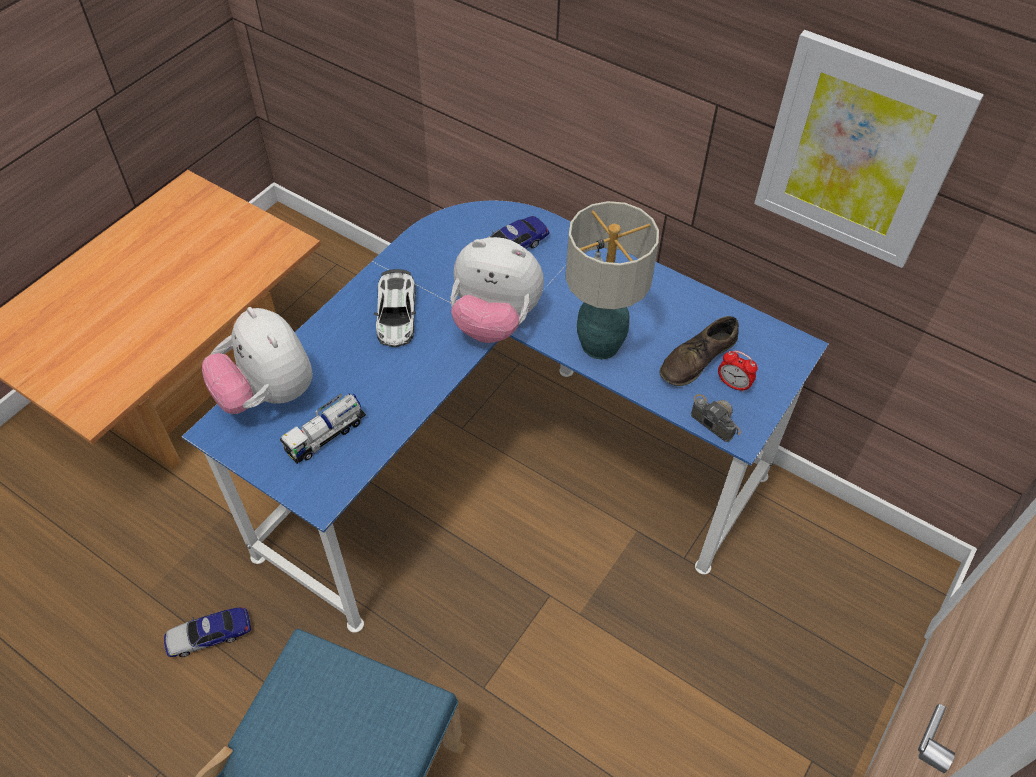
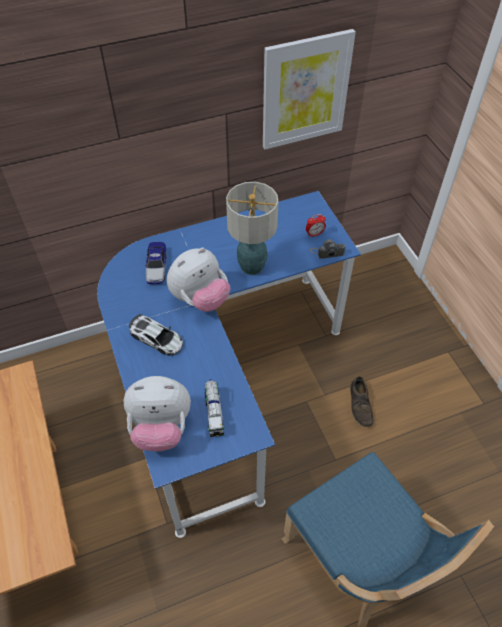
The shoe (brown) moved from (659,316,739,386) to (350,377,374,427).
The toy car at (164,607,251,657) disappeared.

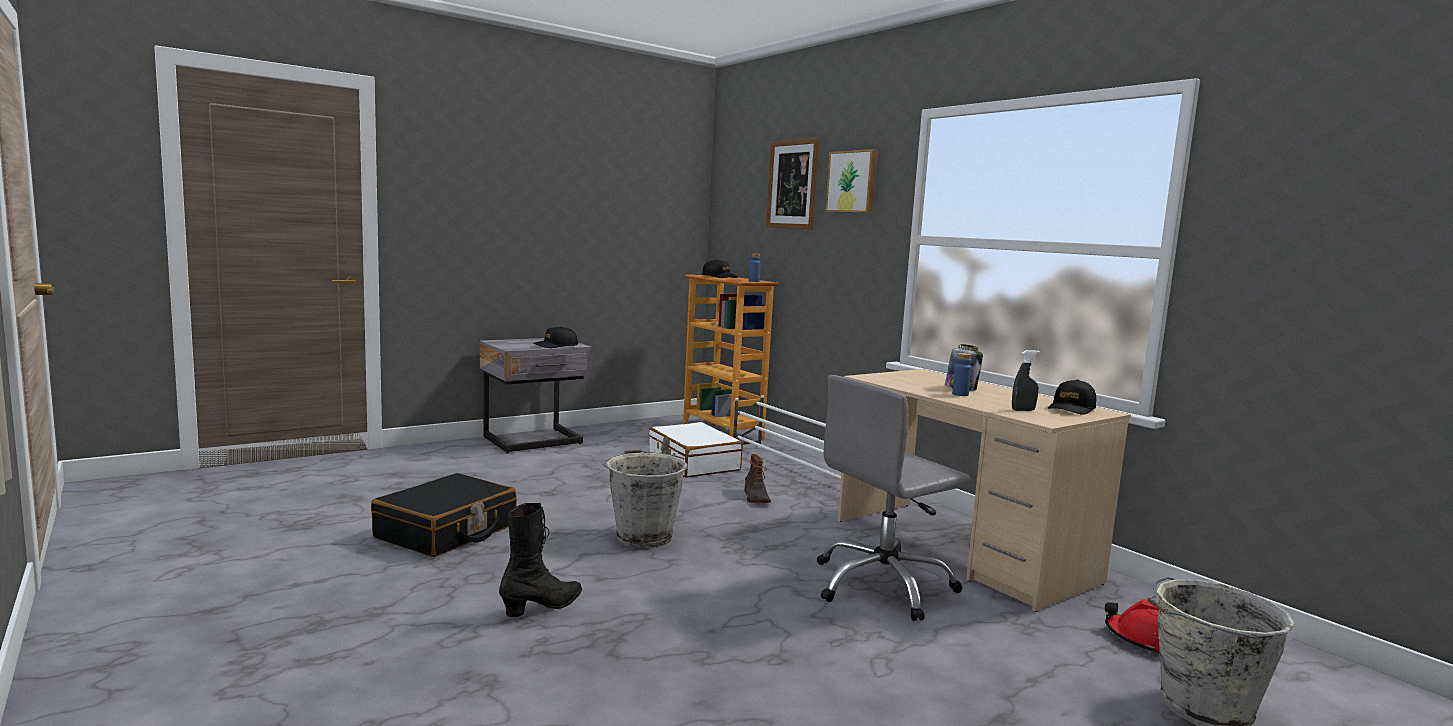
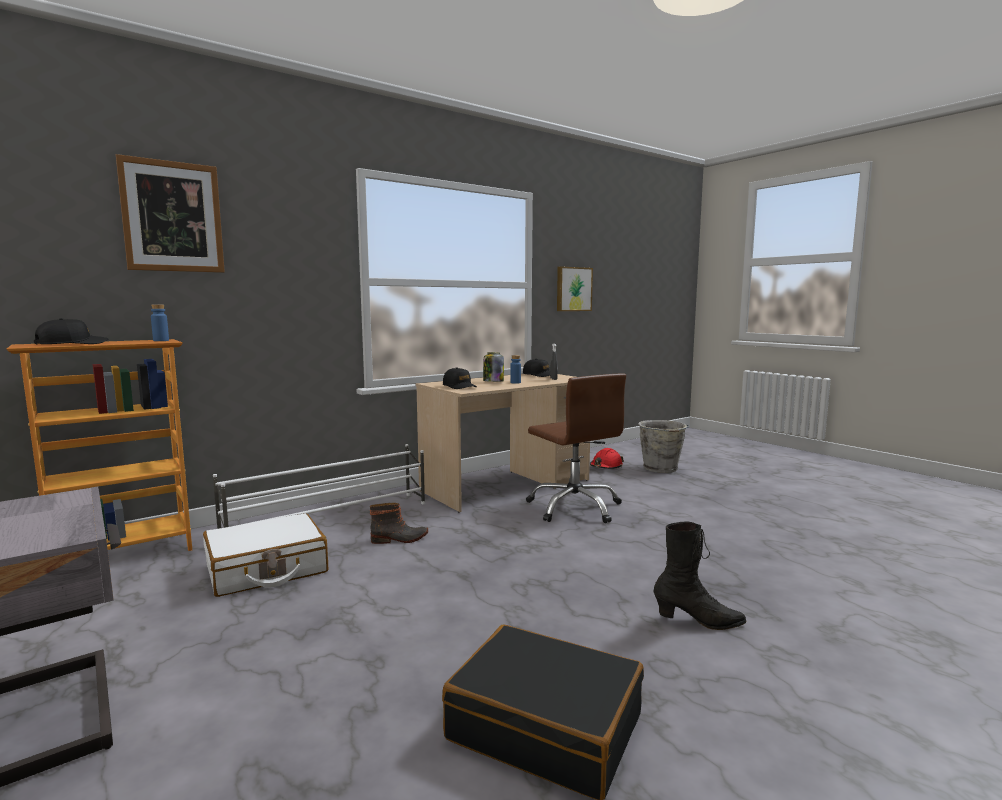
The cap (black) moved from (533,327,578,348) to (443,367,477,389).
The office chair (grey) at (817,375,971,621) became the office chair (brown) at (526,374,626,523).
The picture moved from (825,149,878,213) to (557,266,593,311).
The boot (black) at (499,503,582,617) turned 150 degrees clockwise.
The bucket (grey) at (602,449,687,548) disappeared.

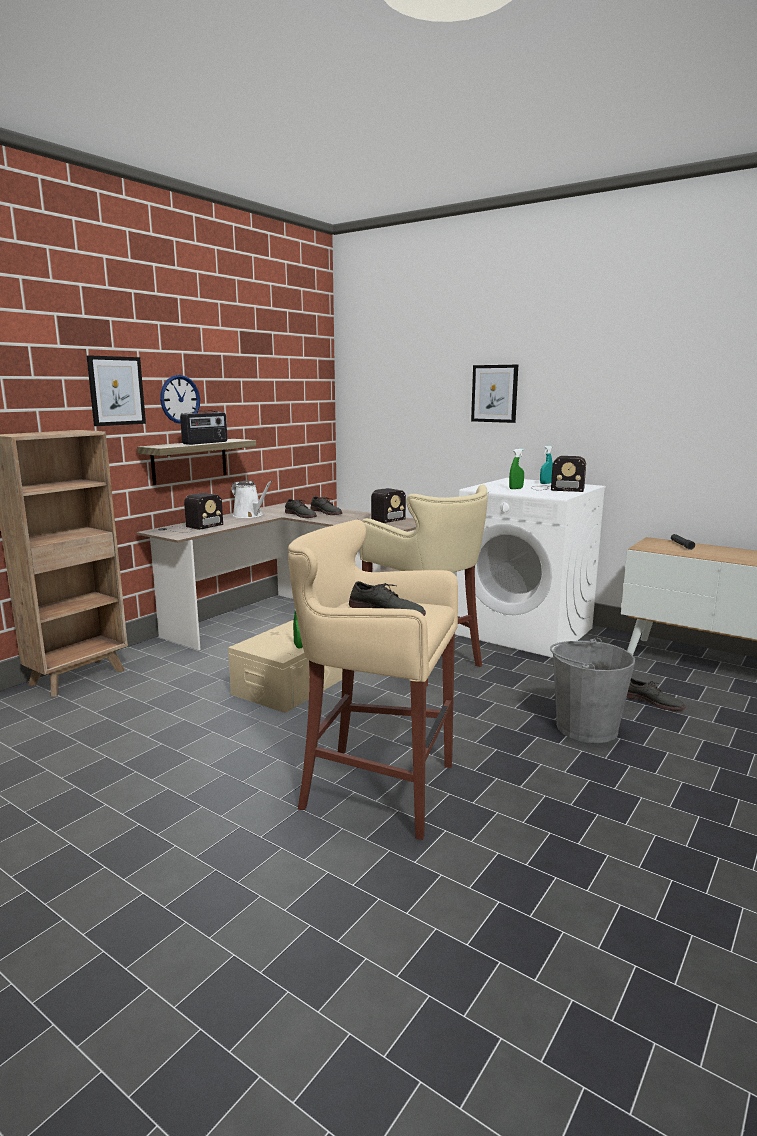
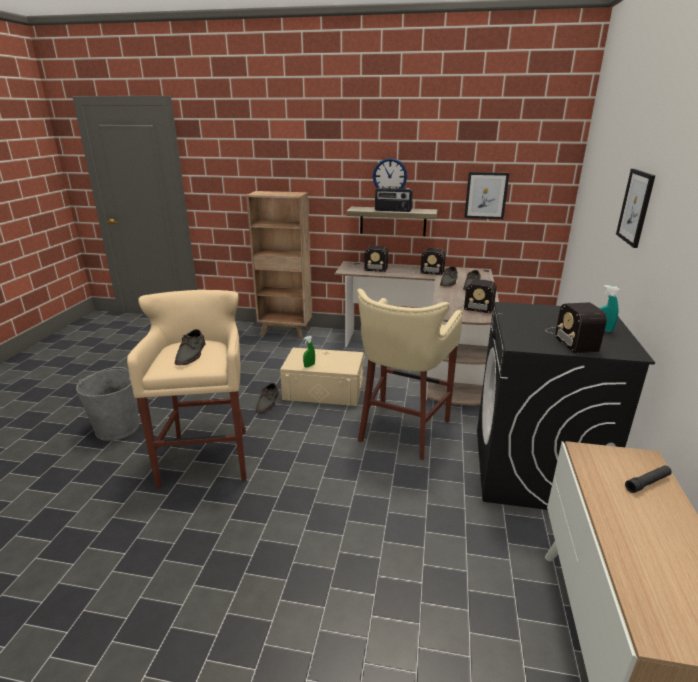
The bucket (grey) moved from (550,637,635,743) to (76,367,139,441).
The shoe (grey) moved from (626,678,686,711) to (256,383,279,413).
The watering can (white) at (231,481,272,518) was replaced by the radio at (408,248,446,275).
The picture moved from (87,355,146,426) to (464,172,509,219).
The washing machine (white) at (455,478,606,658) became the washing machine (black) at (477,302,655,510).
The spray bottle (green) at (509,448,524,489) disappeared.

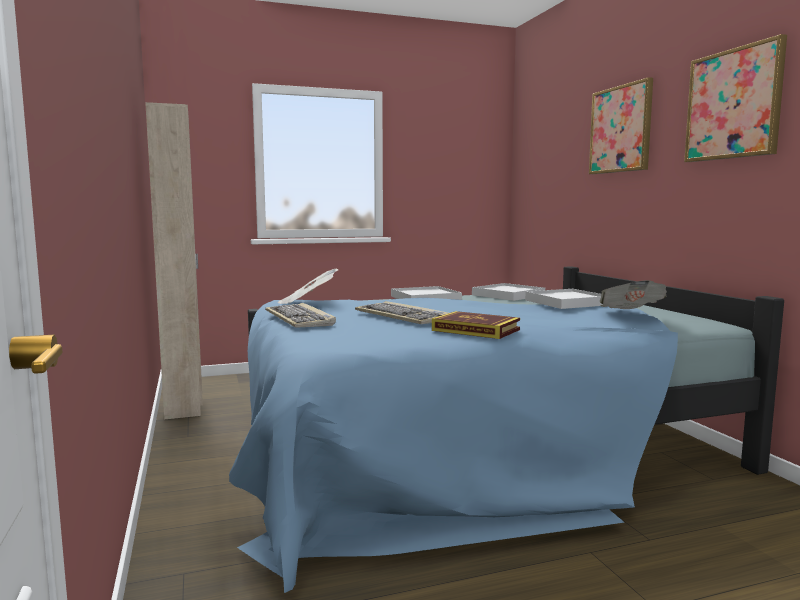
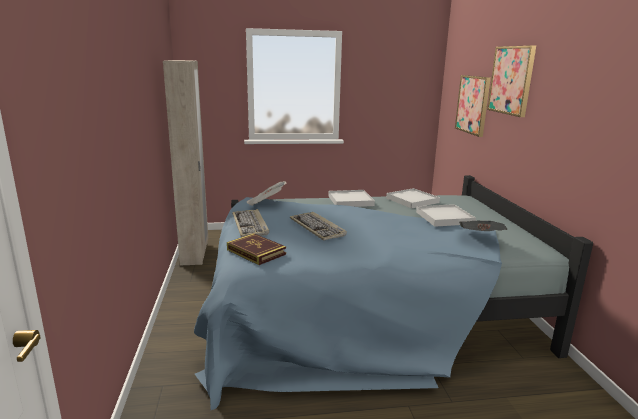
The book moved from (432,311,520,339) to (227,233,286,265).
The picture moved from (684,34,787,162) to (455,75,491,137).

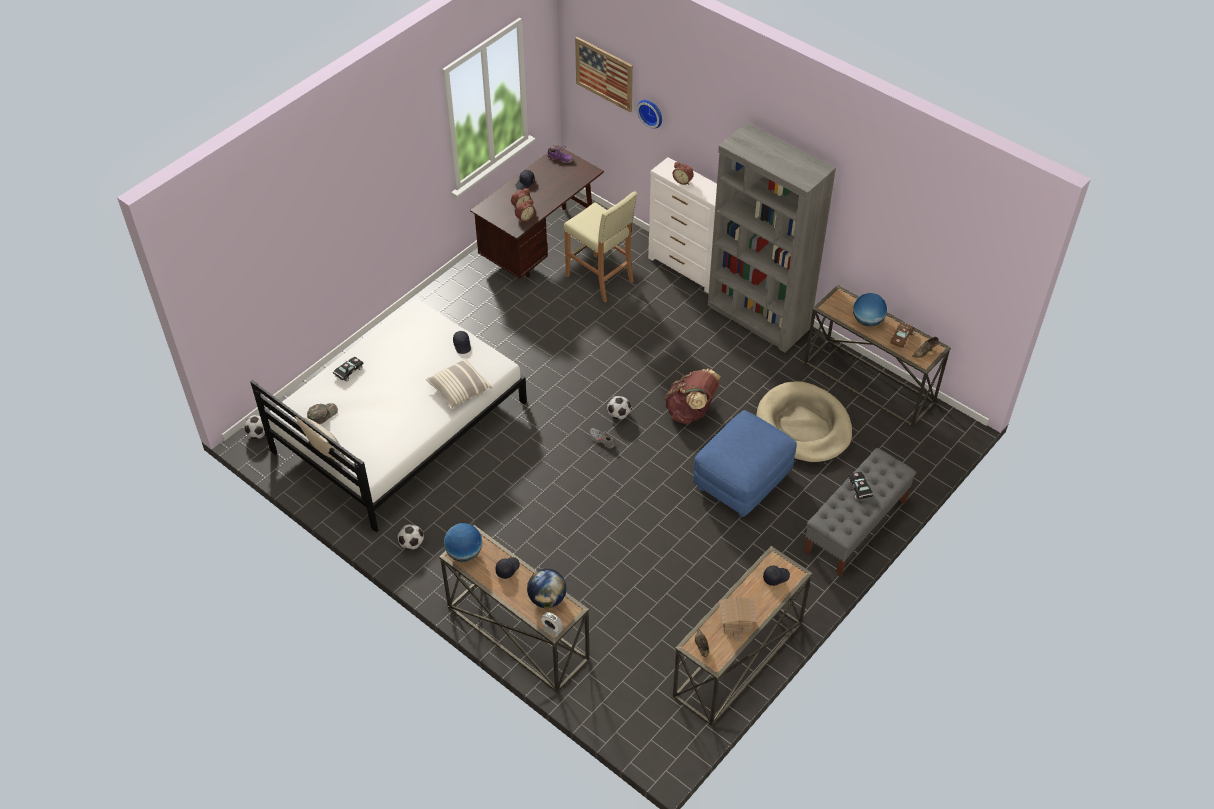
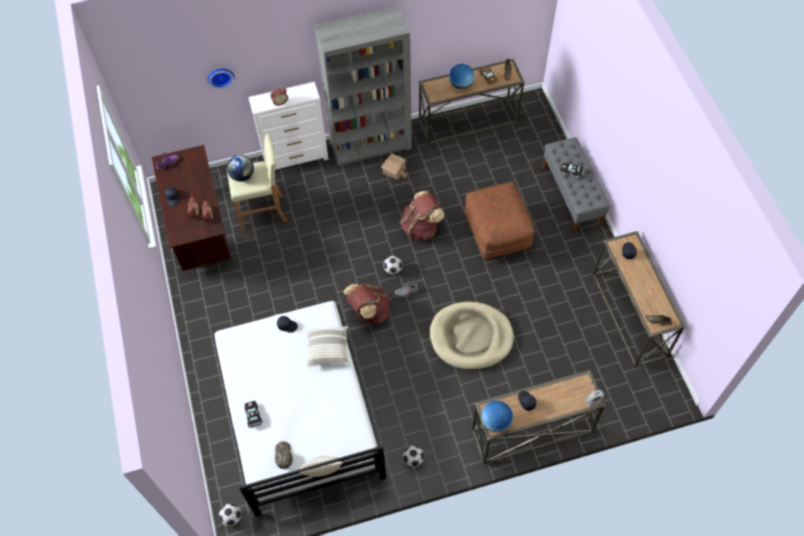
The globe moved from (527,569,566,608) to (227,155,254,182).
The backpack (brown) at (343,284,391,324) appeared.
The toy house moved from (719,597,756,641) to (381,153,408,180).
The dog bed (beige) moved from (757,381,852,463) to (430,302,514,370).
The ottoman (blue) at (693,410,797,517) became the ottoman (brown) at (465,182,534,260).
The picture at (575,37,633,112) disappeared.

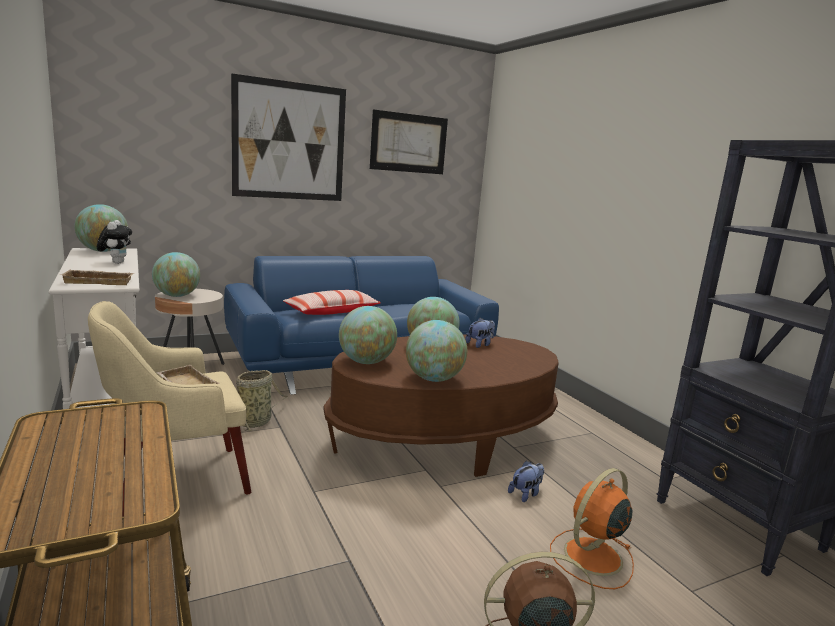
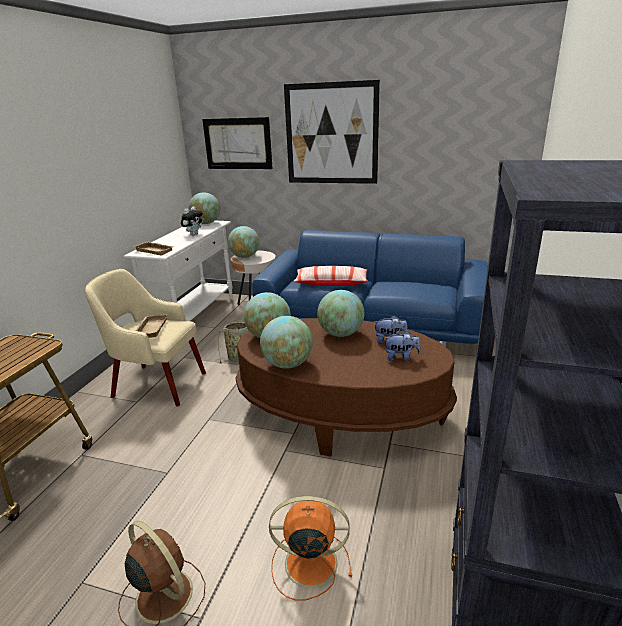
The picture moved from (370,109,448,174) to (202,117,273,169).
The plush toy moved from (508,461,544,502) to (384,331,421,361).

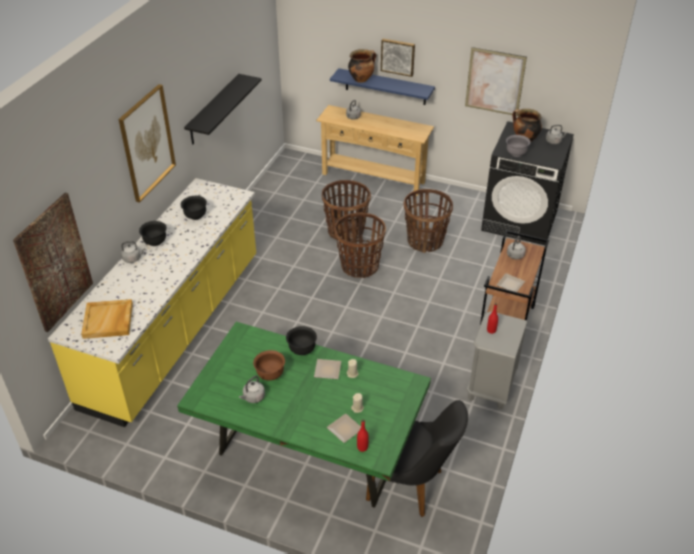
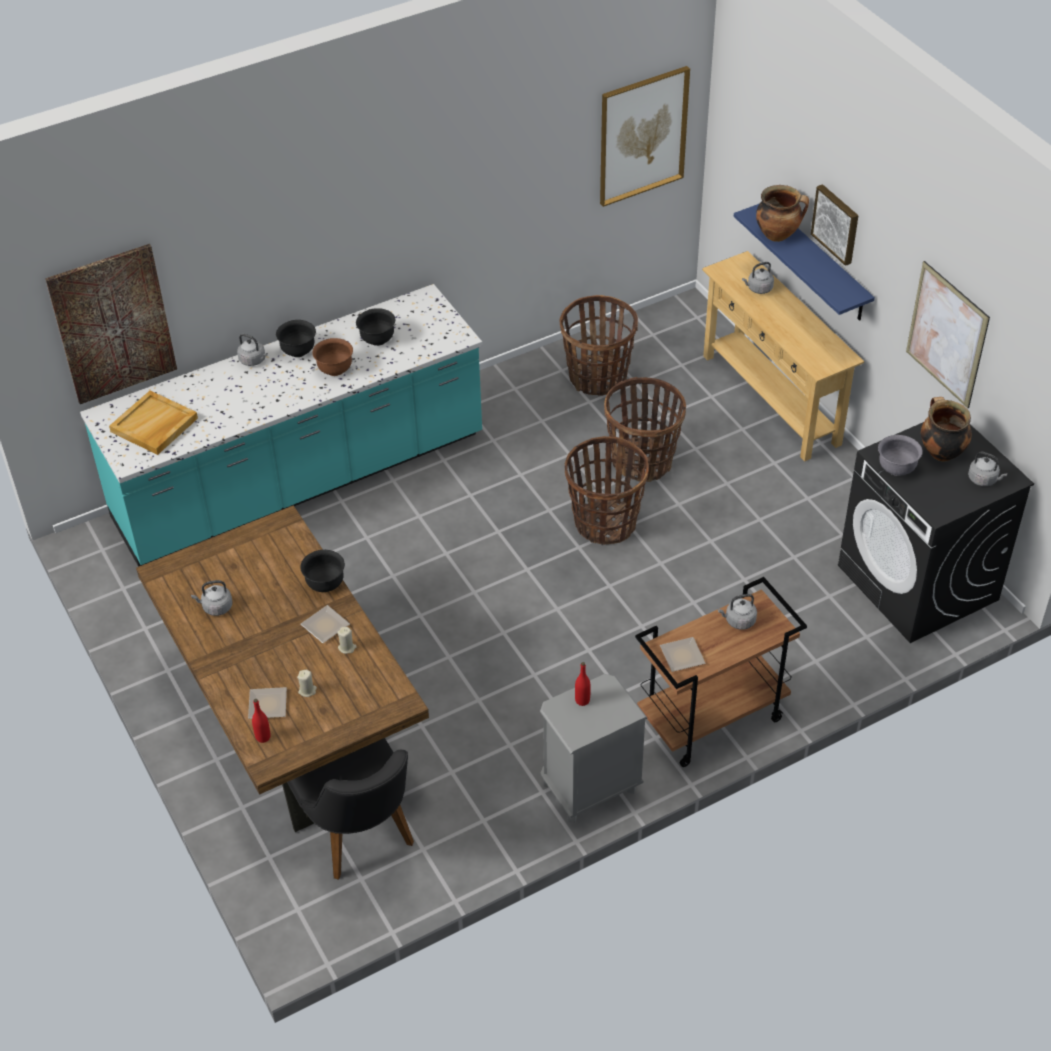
The counter (yellow) at (48,178,256,427) became the counter (turquoise) at (80,284,482,567).
The dining table (green) at (177,322,431,508) became the dining table (brown) at (136,505,429,832).
The bowl (brown) moved from (253,350,285,381) to (312,338,353,376).
The basket moved from (404,189,453,253) to (560,295,638,396).
The picture moved from (119,84,176,203) to (600,66,690,207).
The shelf (black) at (184,74,262,145) disappeared.

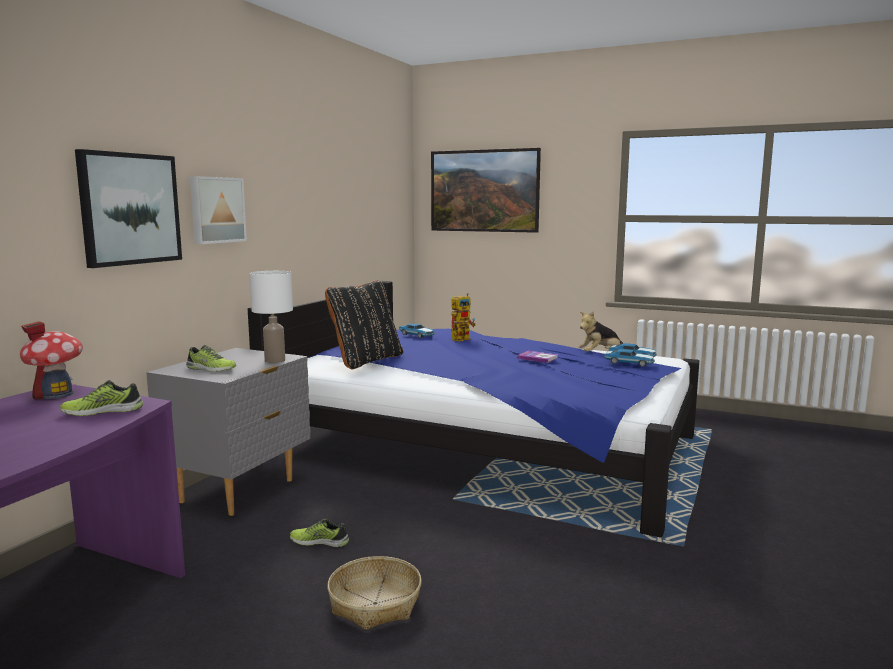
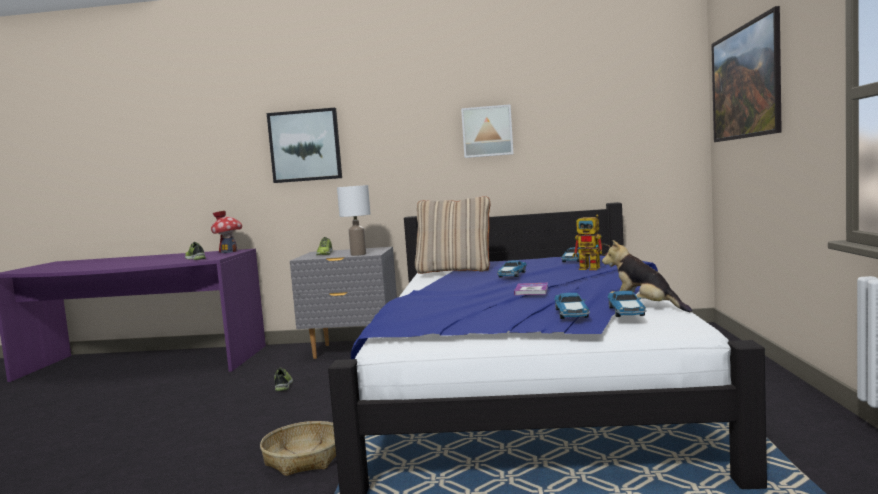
The basket moved from (327,556,422,630) to (260,421,336,476).
The pillow (black) at (325,280,403,369) became the pillow (beige) at (415,196,490,274).
The picture moved from (190,176,247,244) to (461,104,513,158).
The toy car at (497,260,527,278) appeared.

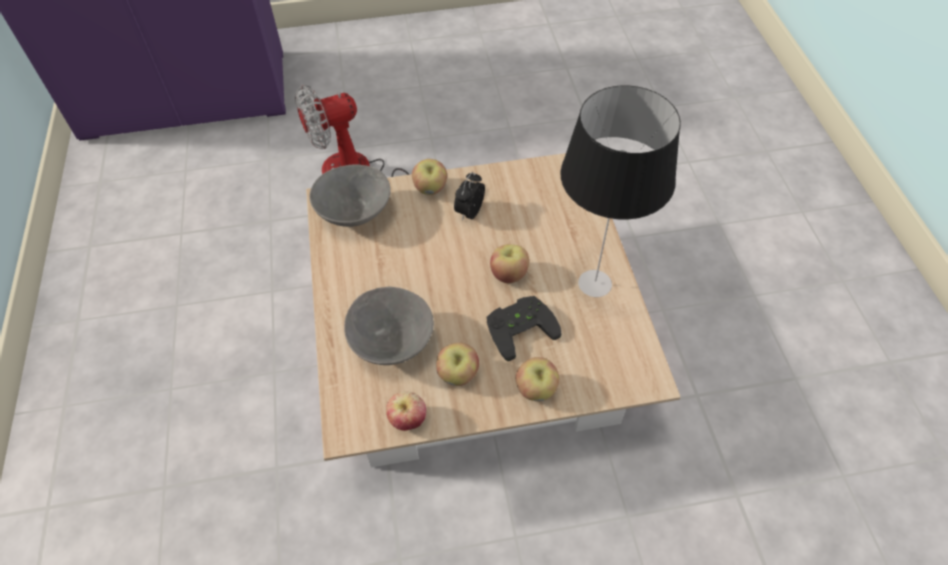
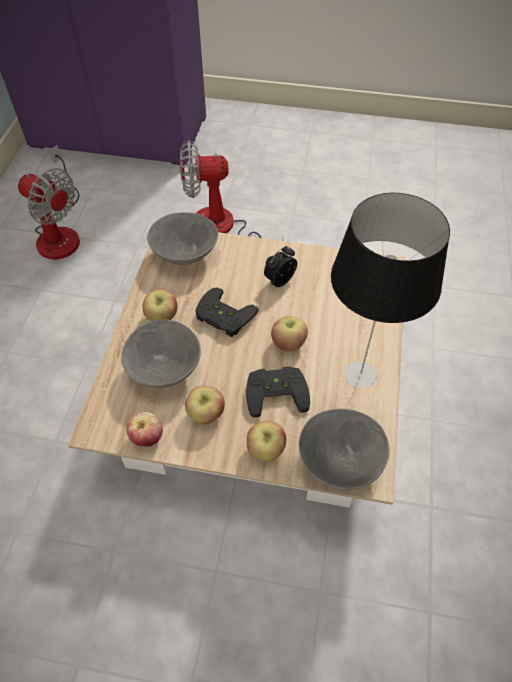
The fan at (18,145,80,259) appeared.
The apple moved from (412,159,447,195) to (142,290,177,321).
The game controller (black) at (195,287,259,337) appeared.
The bowl (grey) at (299,409,390,490) appeared.

